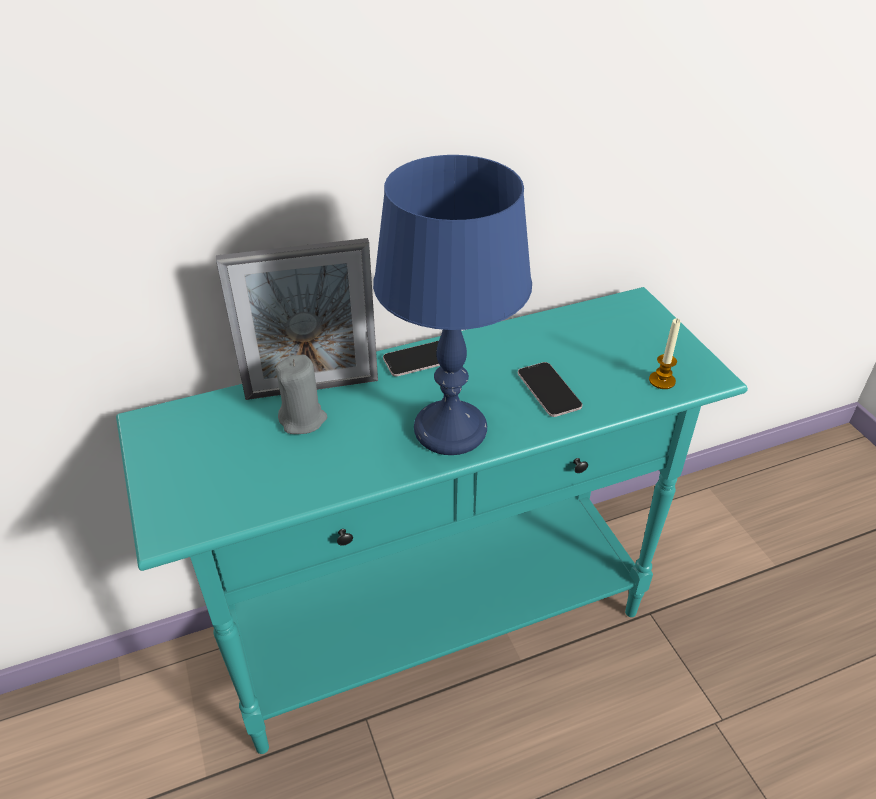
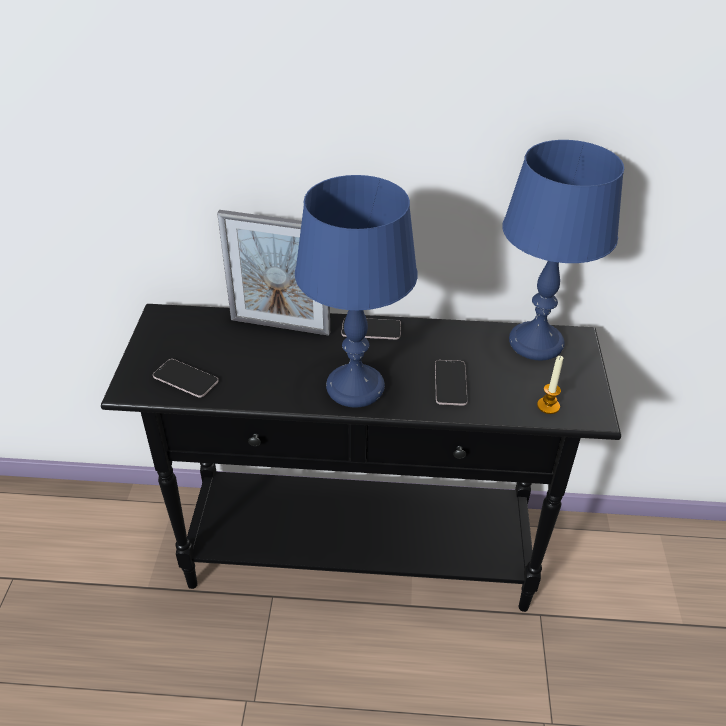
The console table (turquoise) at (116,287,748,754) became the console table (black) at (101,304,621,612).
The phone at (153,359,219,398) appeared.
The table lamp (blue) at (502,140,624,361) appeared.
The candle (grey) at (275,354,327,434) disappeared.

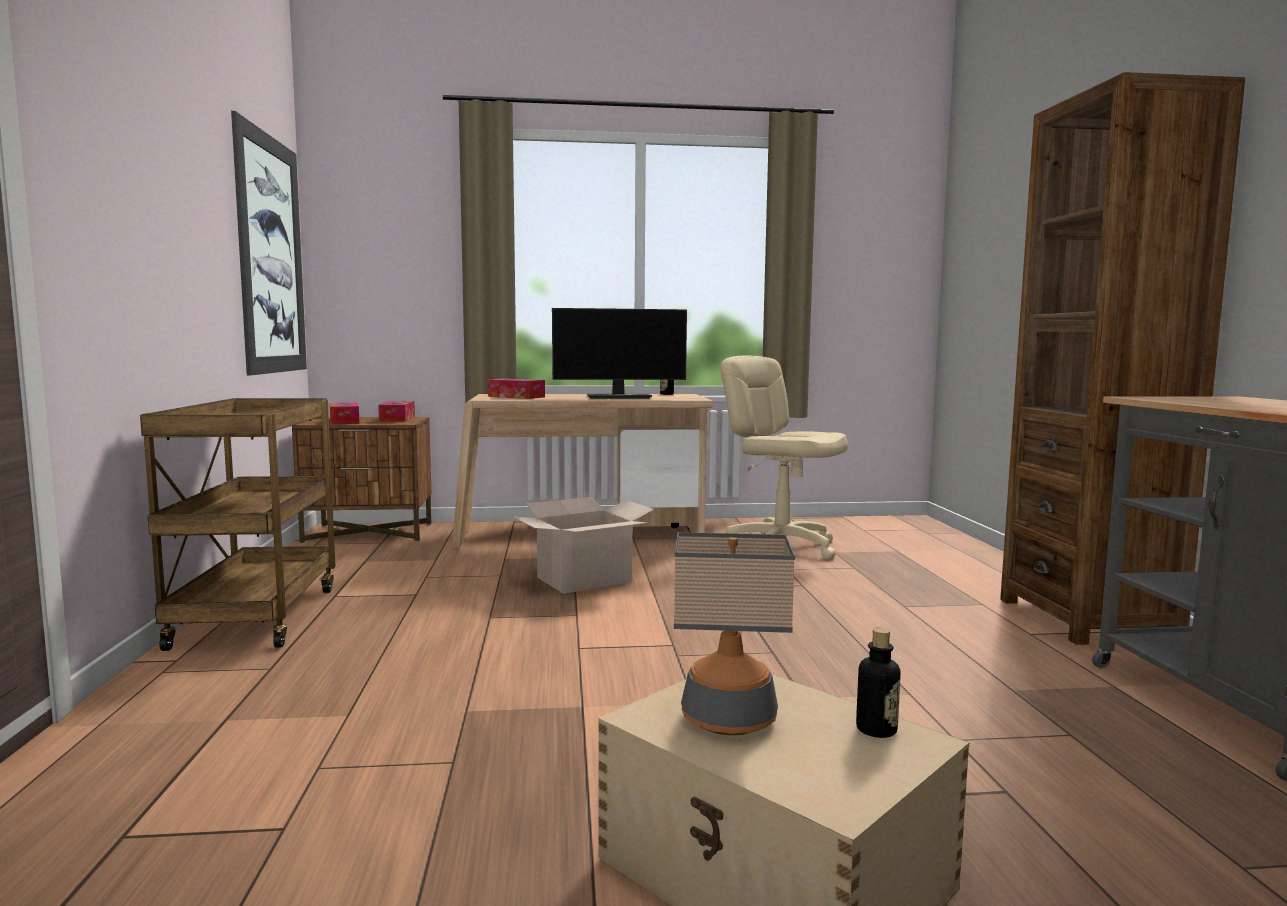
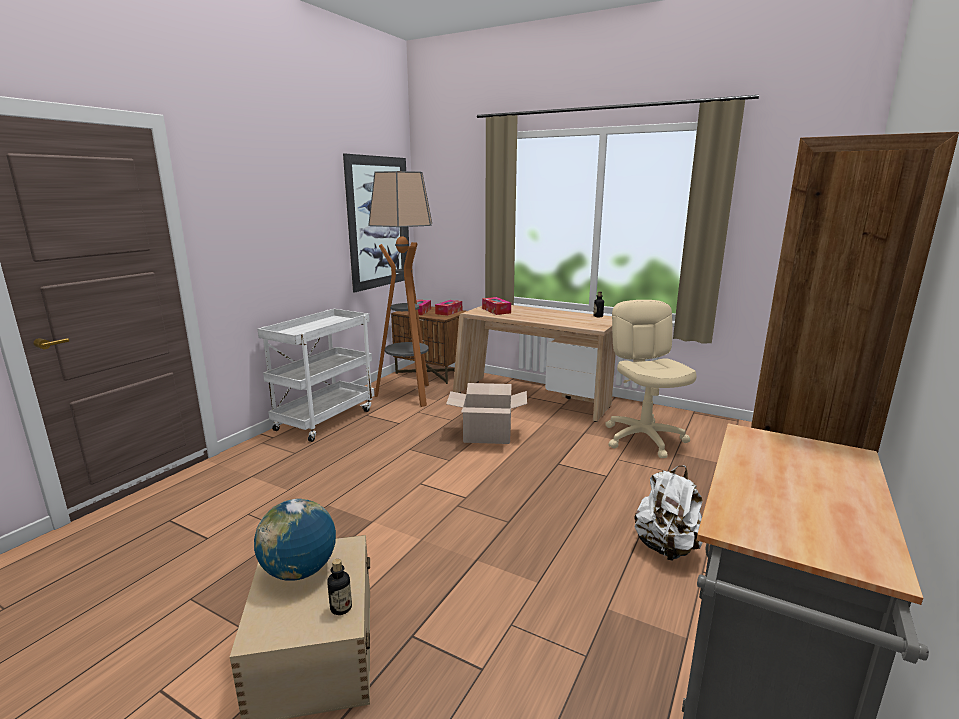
The table lamp at (674,532,795,735) was replaced by the globe at (254,499,336,581).
The cart (brown) at (140,398,335,651) became the cart (white) at (258,309,374,442).
The floor lamp at (368,171,432,407) appeared.
The backpack (white) at (635,465,703,561) appeared.
The monitor at (552,308,687,399) disappeared.

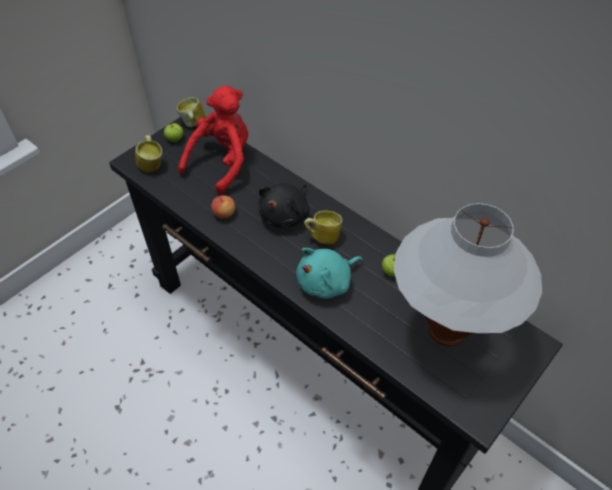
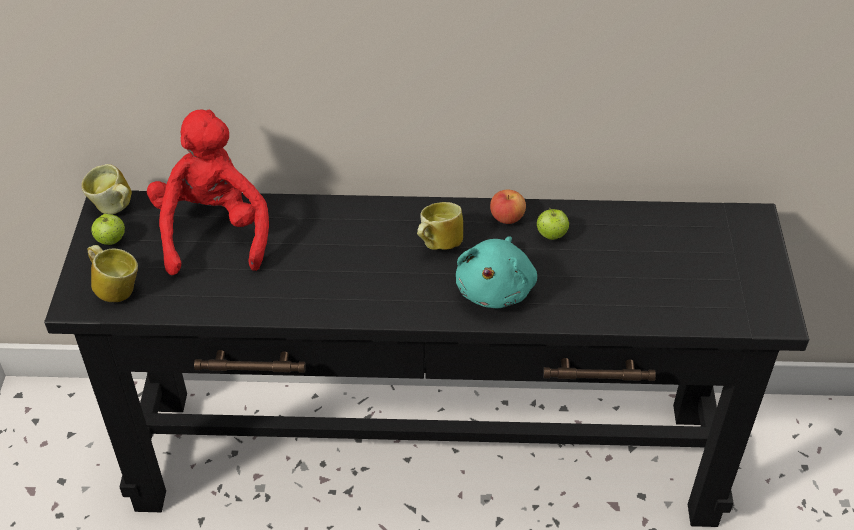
The apple moved from (211,195,235,219) to (490,190,526,224).
The plush toy (black) at (258,183,310,227) disappeared.
The table lamp (white) at (394,203,542,346) disappeared.

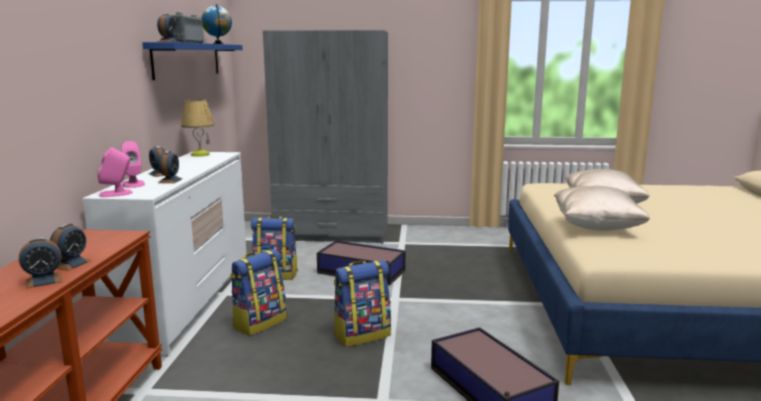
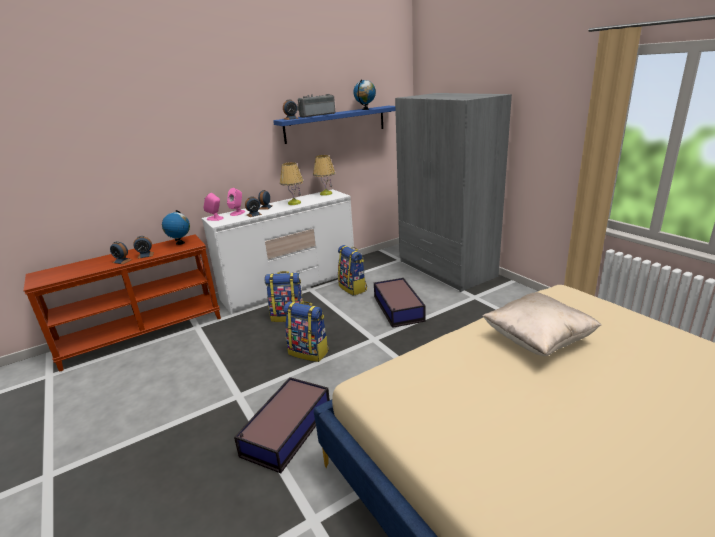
The globe at (162,210,190,245) appeared.
The table lamp at (280,162,304,205) appeared.
The pillow (beige) at (554,186,650,231) disappeared.

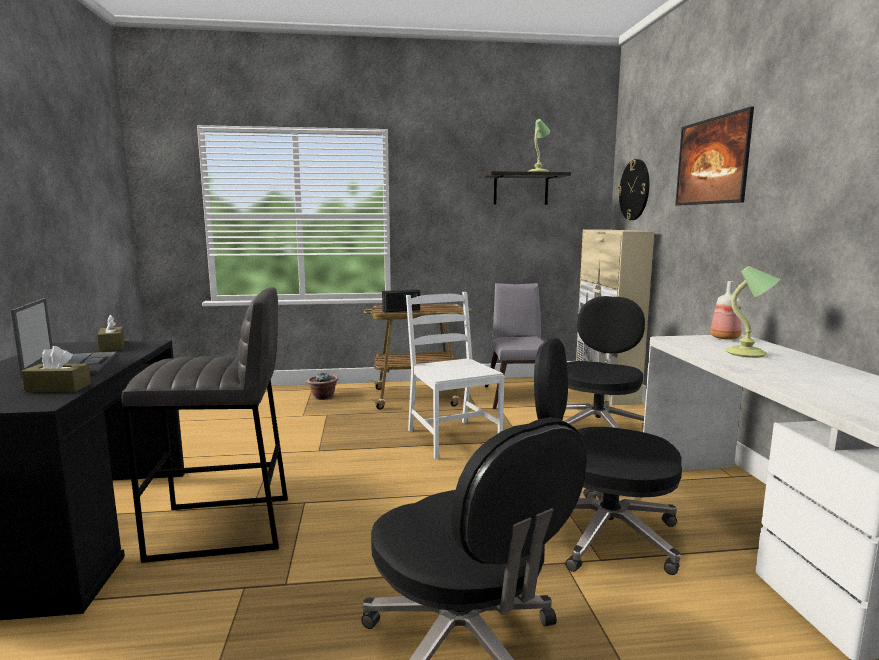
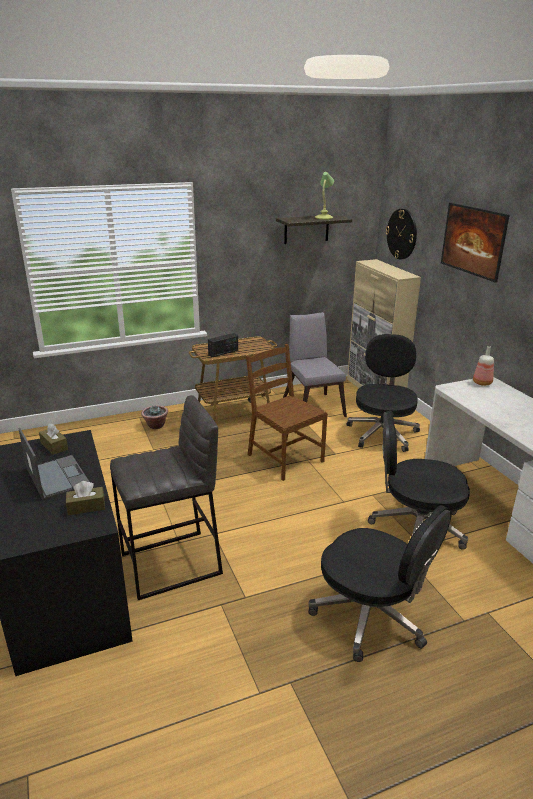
The chair (white) at (406,292,504,459) became the chair (brown) at (246,344,328,481).
The table lamp at (726,266,780,358) disappeared.

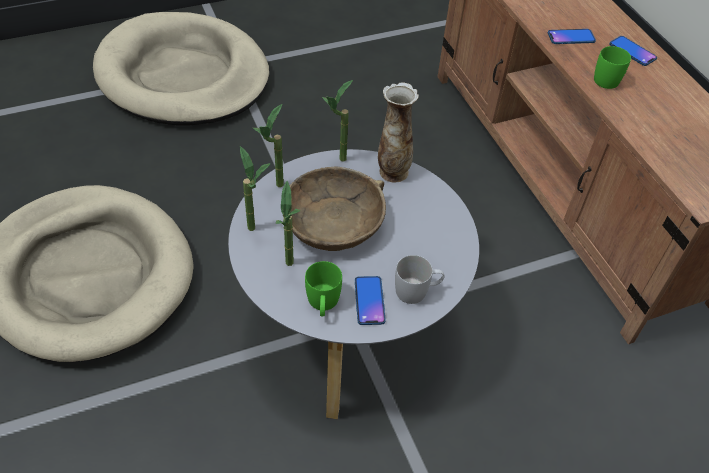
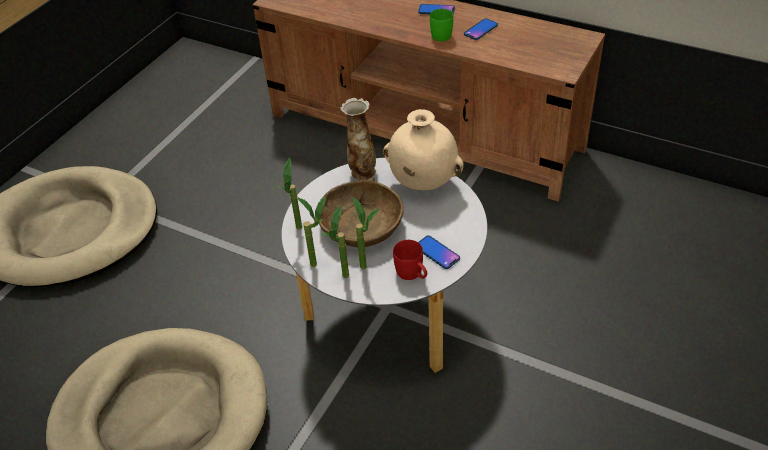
The potted plant moved from (322,80,353,162) to (322,205,349,278).
The vase (beige) at (383,109,463,190) appeared.
The mug (green) at (305,261,342,316) became the mug (red) at (393,240,427,280).
The phone moved from (548,29,596,44) to (464,18,498,40).
The mug (white) at (395,255,445,304) disappeared.

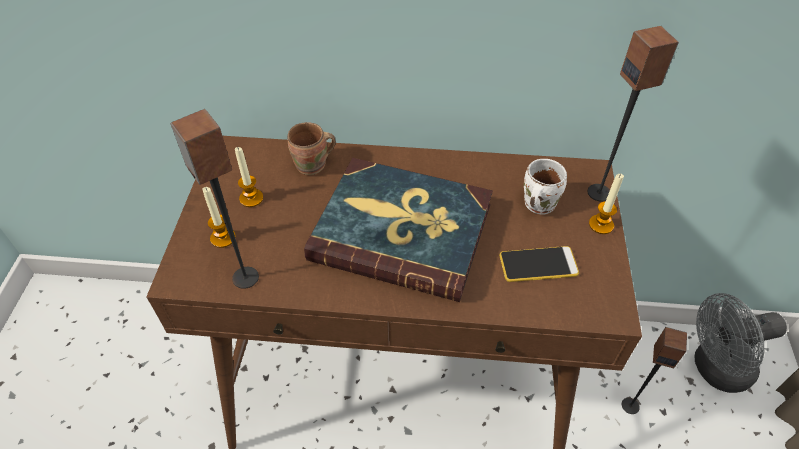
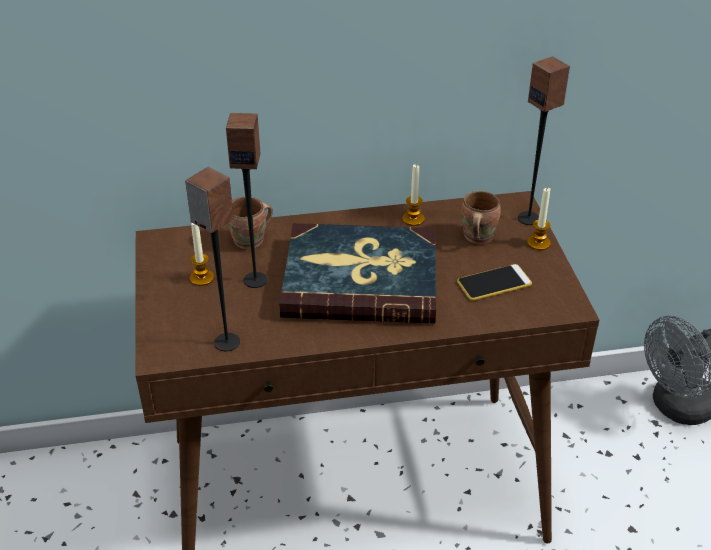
The speaker moved from (622,327,687,414) to (226,113,268,288).
The candle moved from (202,187,236,248) to (402,164,425,226).
The mug (white) at (524,159,567,215) became the mug (brown) at (461,191,501,244).

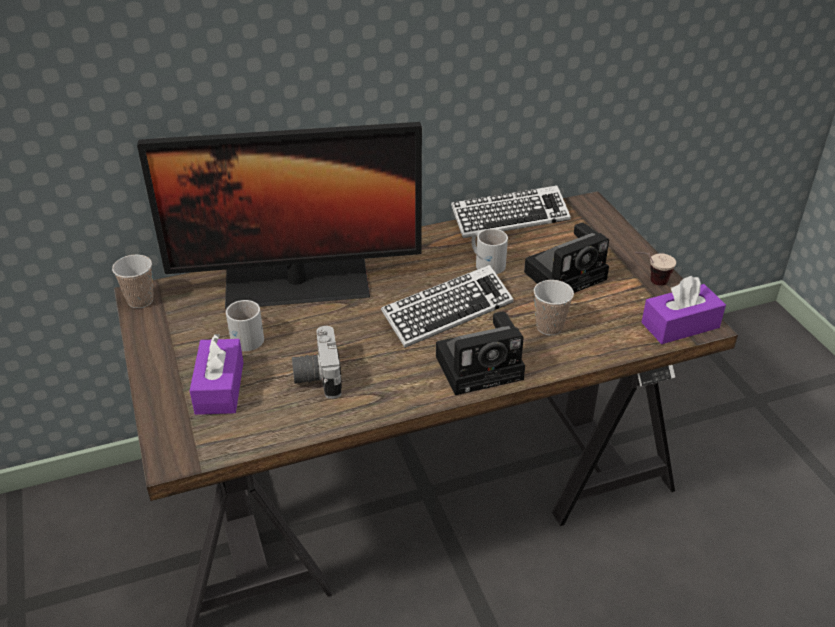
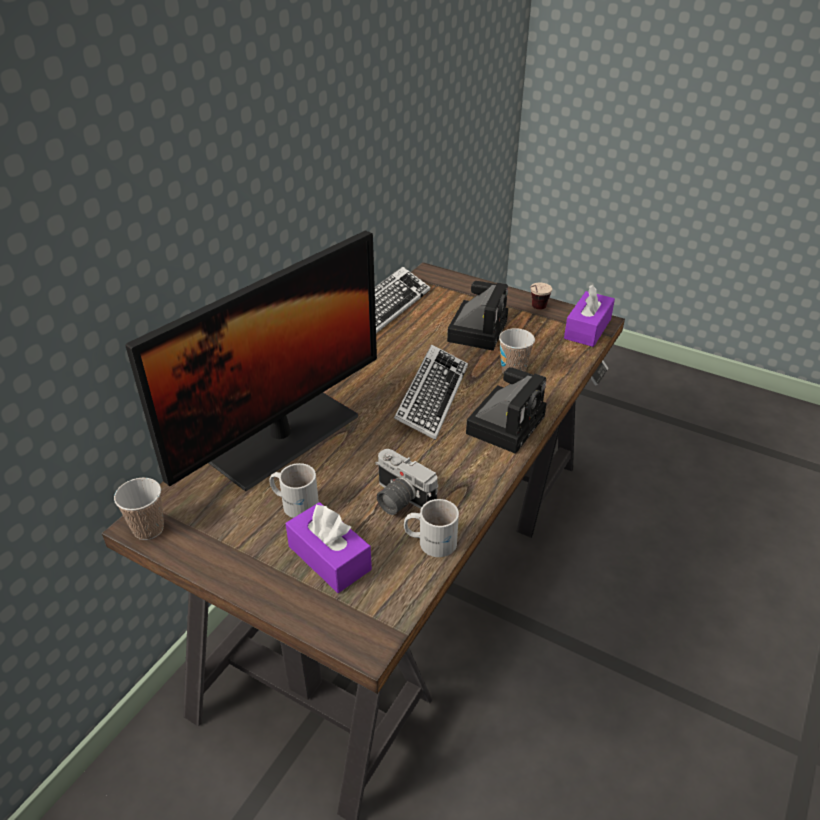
The mug (white) moved from (472,229,508,274) to (404,499,459,557).

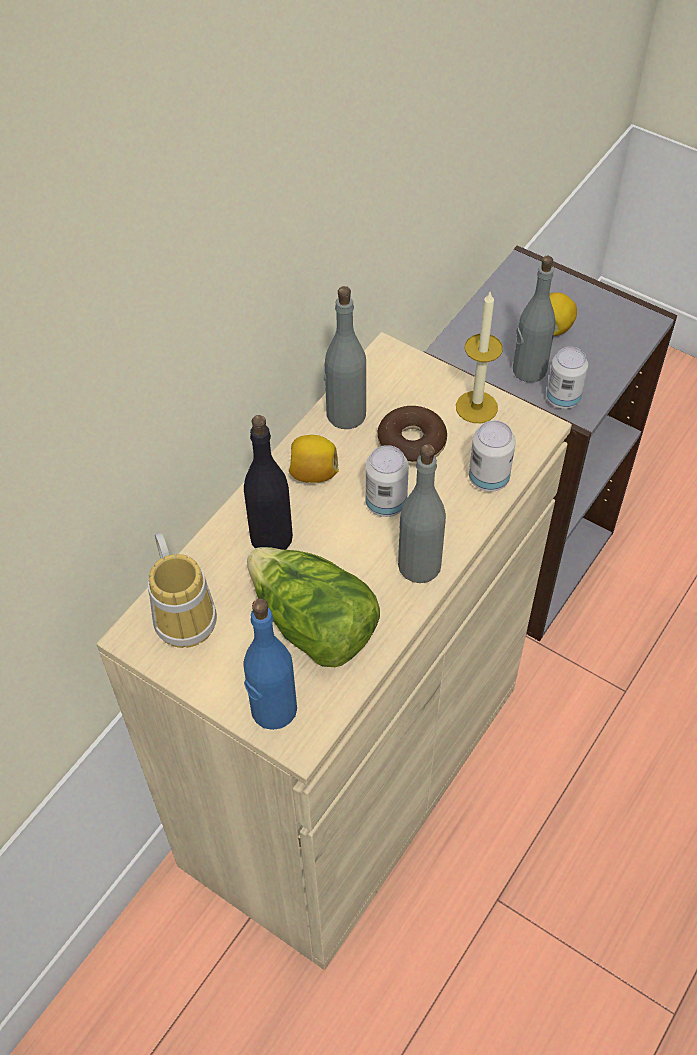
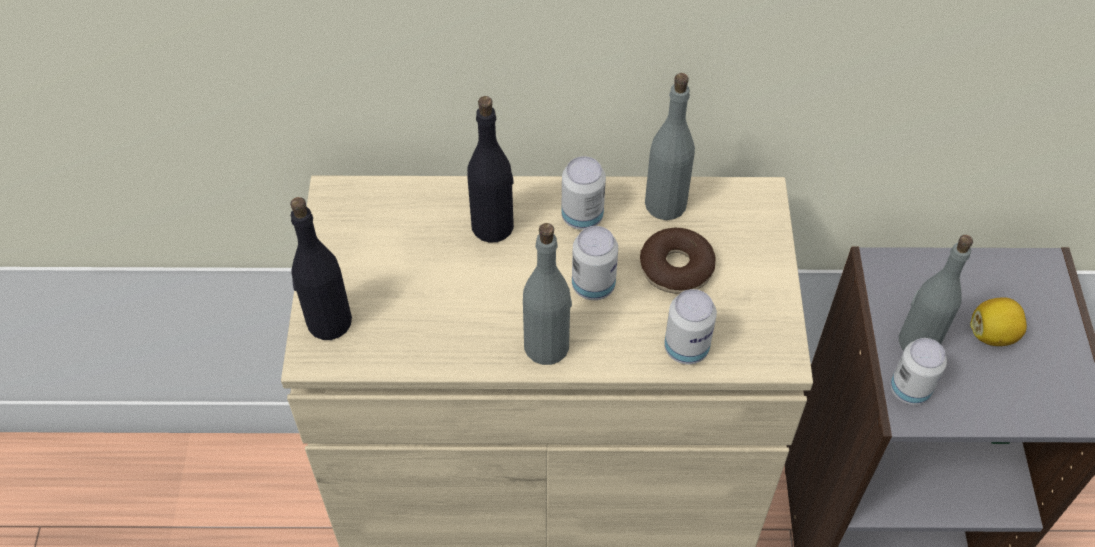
The bottle (blue) at (243,599,297,730) became the bottle (black) at (290,197,352,340).
The lemon at (289,435,339,483) was replaced by the can at (561,156,606,230).
The mug at (148,532,217,648) disappeared.
The lettuce at (247,547,380,667) disappeared.
The candle at (456,292,503,423) disappeared.

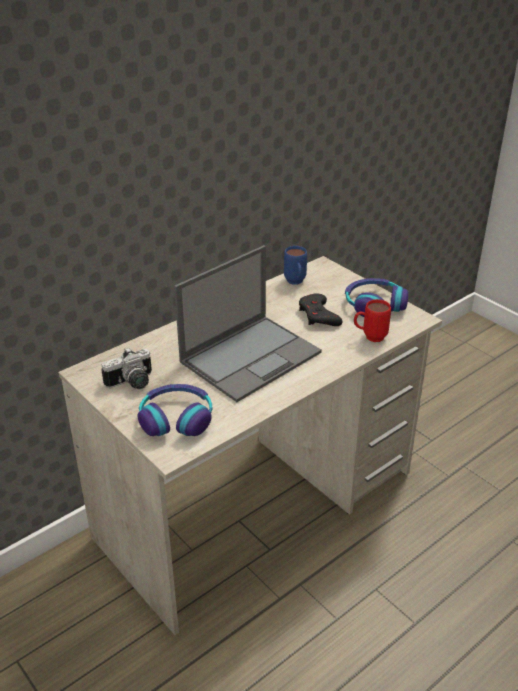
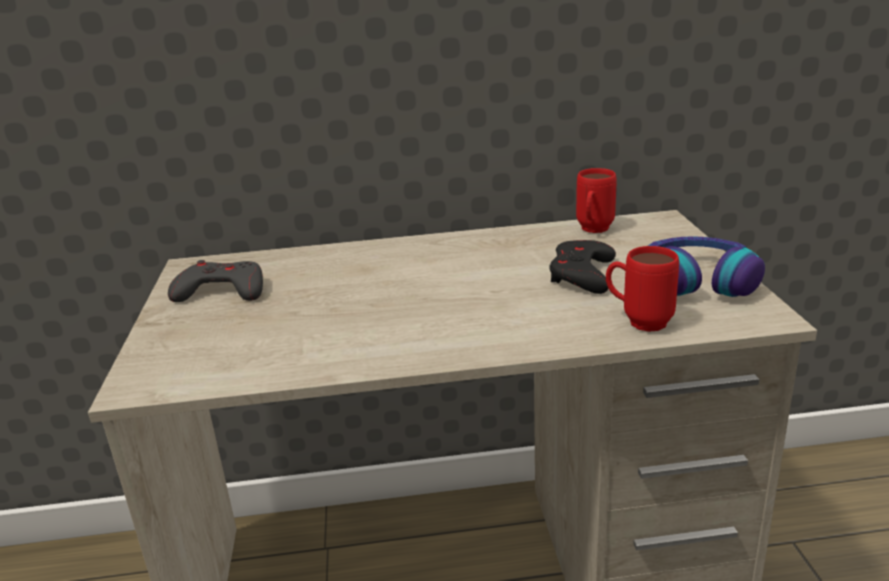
The photo camera at (101,348,152,389) was replaced by the game controller (grey) at (168,260,263,302).
The mug (blue) at (284,246,307,285) became the mug (red) at (576,168,617,233).
The headphones at (138,384,213,436) disappeared.
The laptop at (174,245,322,402) disappeared.

